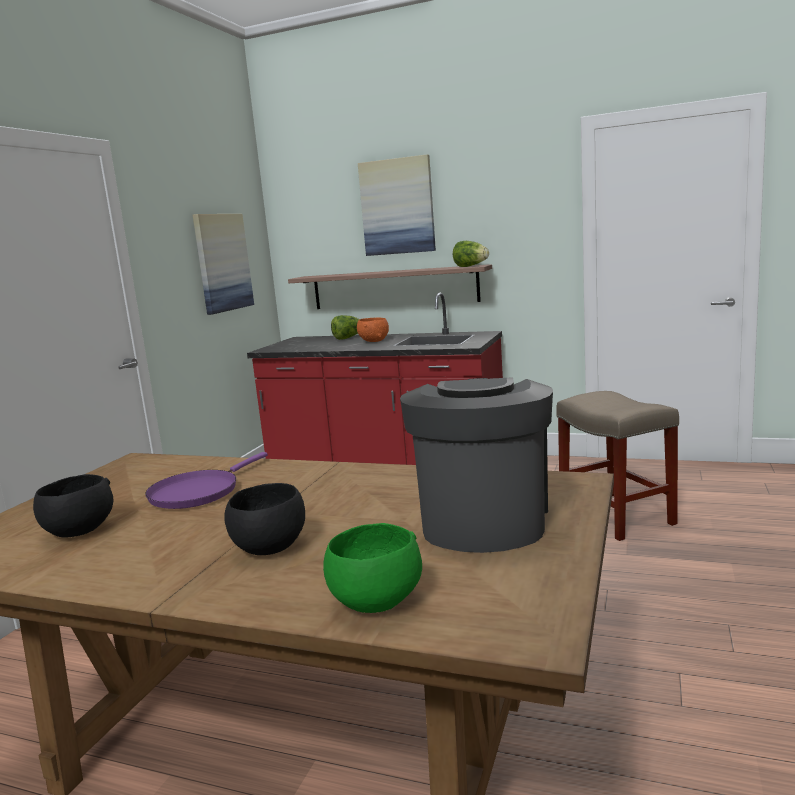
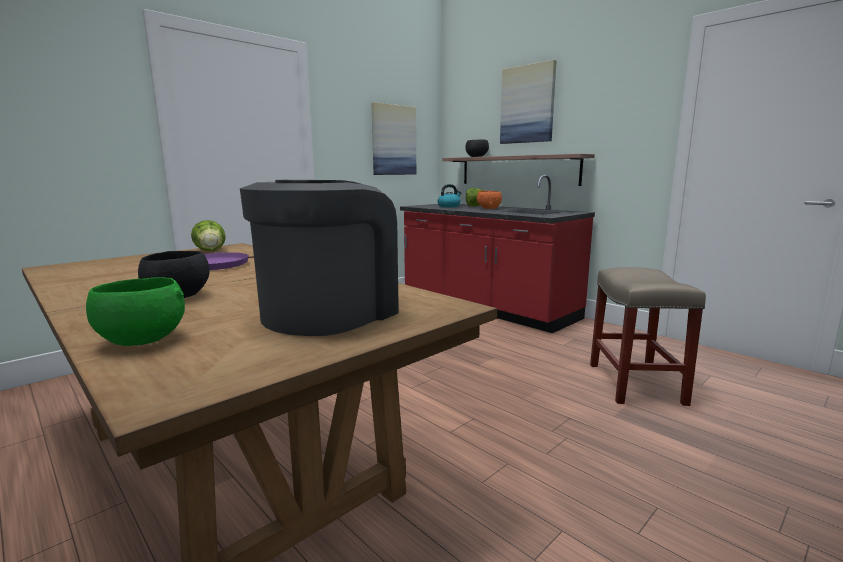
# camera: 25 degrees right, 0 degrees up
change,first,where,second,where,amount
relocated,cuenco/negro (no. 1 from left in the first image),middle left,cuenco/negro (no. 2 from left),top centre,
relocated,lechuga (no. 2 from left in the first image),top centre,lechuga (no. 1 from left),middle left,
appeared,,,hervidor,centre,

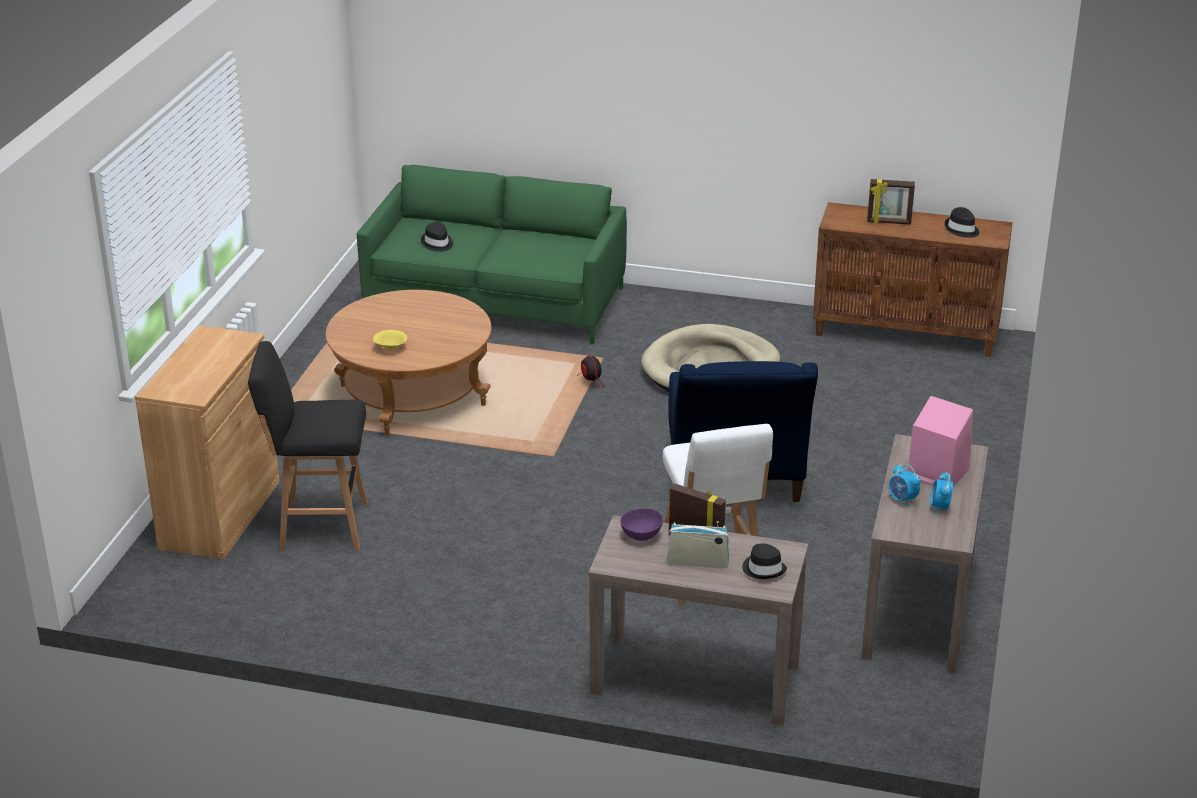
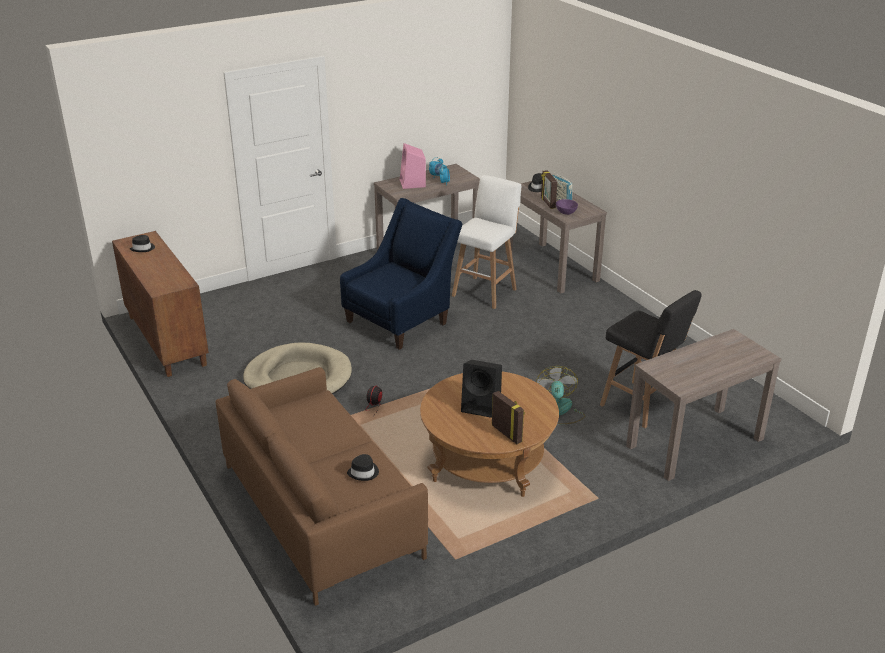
# camera: 135 degrees left, 0 degrees up
change,first,where,second,where,amount
exchanged,armario/marrón (no. 1 from left),middle left,mesa consola/marrón (no. 3 from left),middle right,
colour,sofá/verde,top centre,sofá/marrón,bottom centre,
missing,cuenco/amarillo,middle left,,,
relocated,portarretratos (no. 2 from left in the first image),top right,portarretratos (no. 1 from left),centre,
appeared,,,altavoz/negro,centre,
appeared,,,ventilador (no. 2 from left),centre,

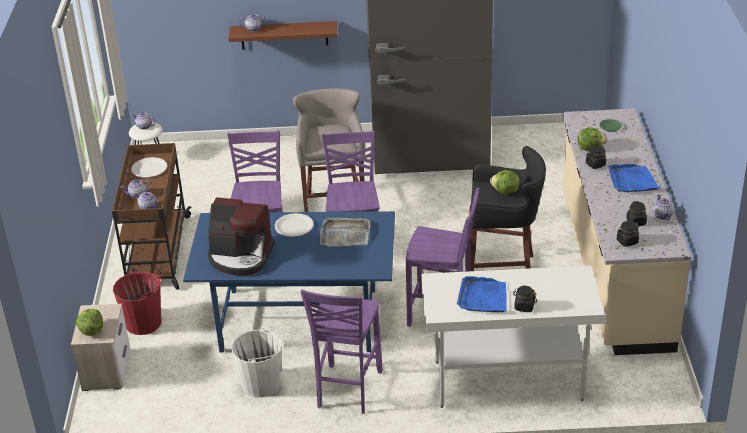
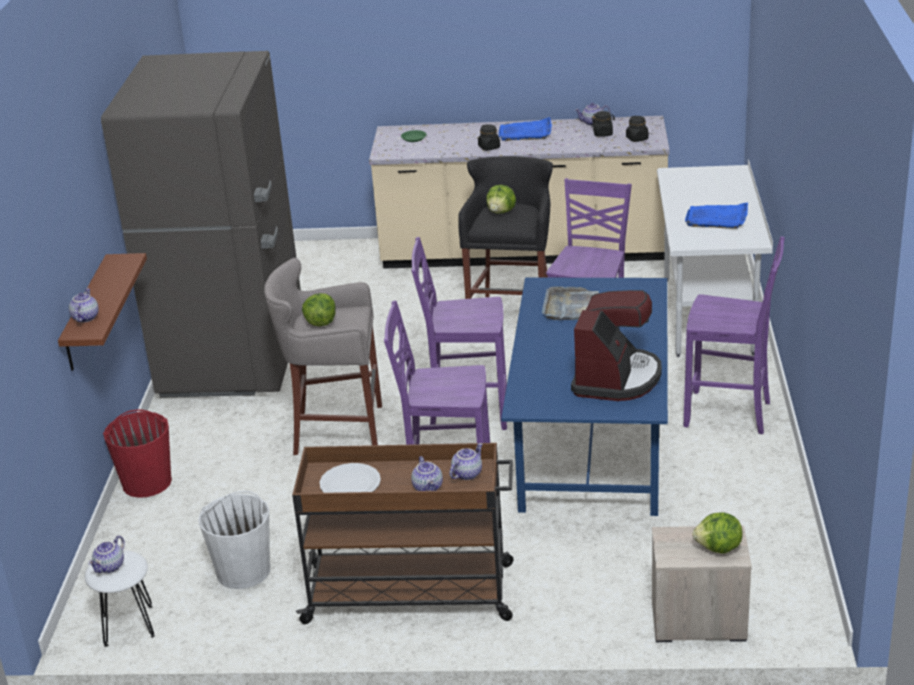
# camera: 85 degrees left, 5 degrees down
change,first,where,second,where,amount
relocated,cubo/rojo,bottom left,,middle left,
relocated,cubo/blanco,bottom centre,,bottom left,
missing,plato/blanco (no. 2 from left),centre,,,
missing,tarro/negro (no. 1 from left),bottom right,,,
relocated,lechuga (no. 3 from left in the first image),top right,lechuga (no. 1 from left),centre,

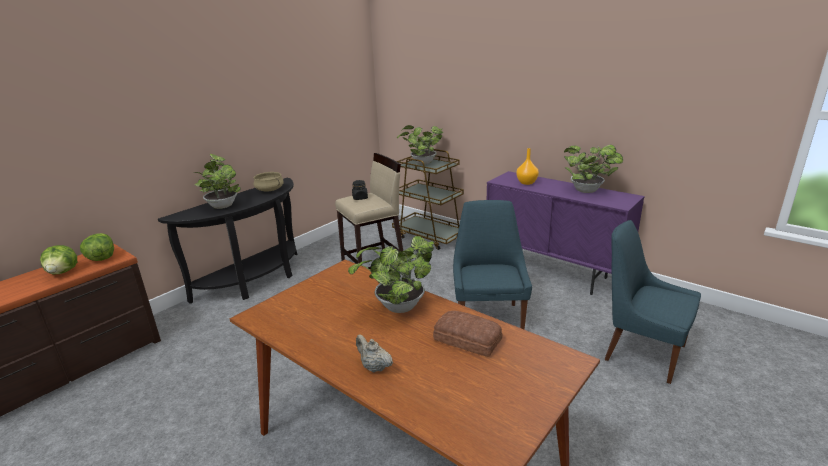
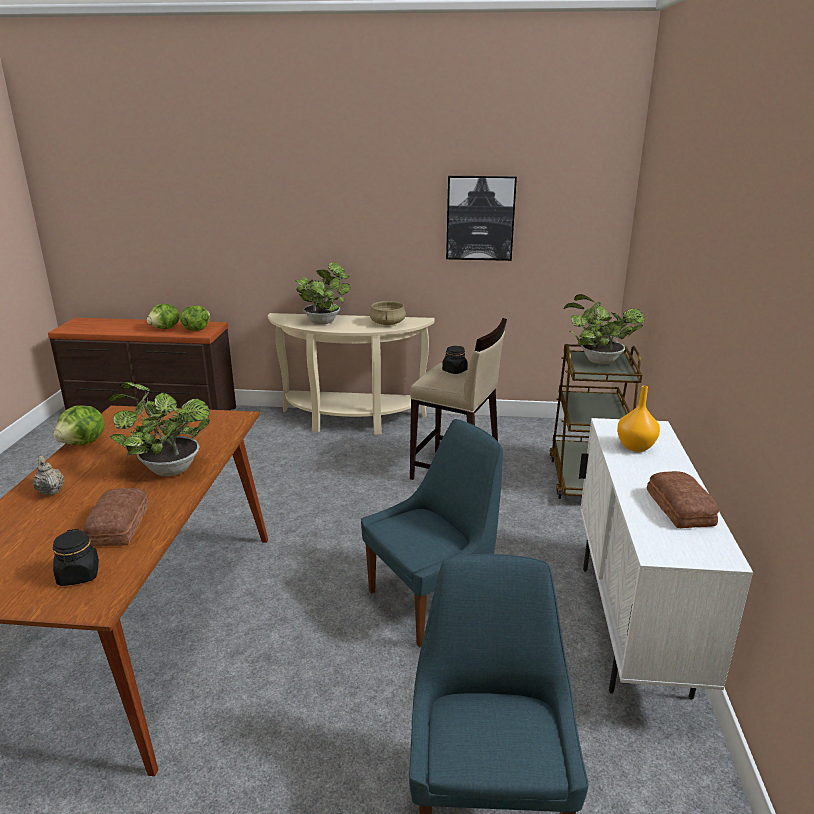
# camera: 55 degrees right, 0 degrees up
change,first,where,second,where,amount
colour,mesa consola/negro,middle left,mesa consola/beis,centre,
spun,tetera/beis,bottom centre,,middle left,45 degrees counterclockwise
colour,armario/morado,middle right,armario/blanco,bottom right,
exchanged,planta en maceta (no. 4 from left),middle right,pan (no. 2 from left),middle right,
appeared,,,lechuga (no. 1 from left),middle left,
appeared,,,tarro/negro (no. 1 from left),bottom left,
appeared,,,cuadro,top centre,

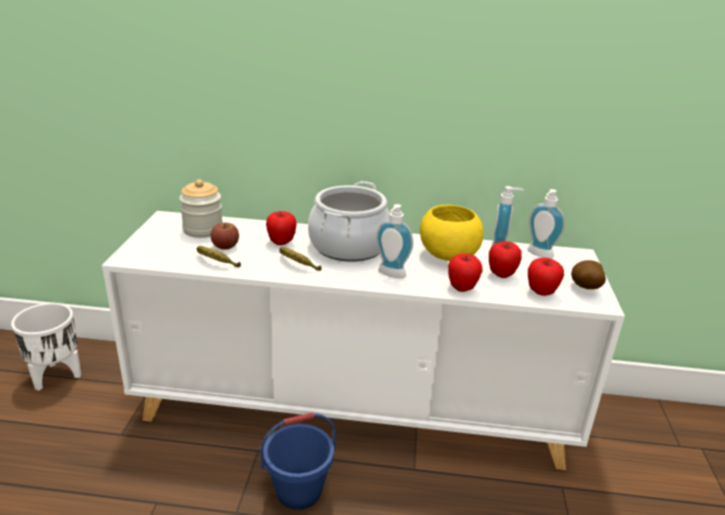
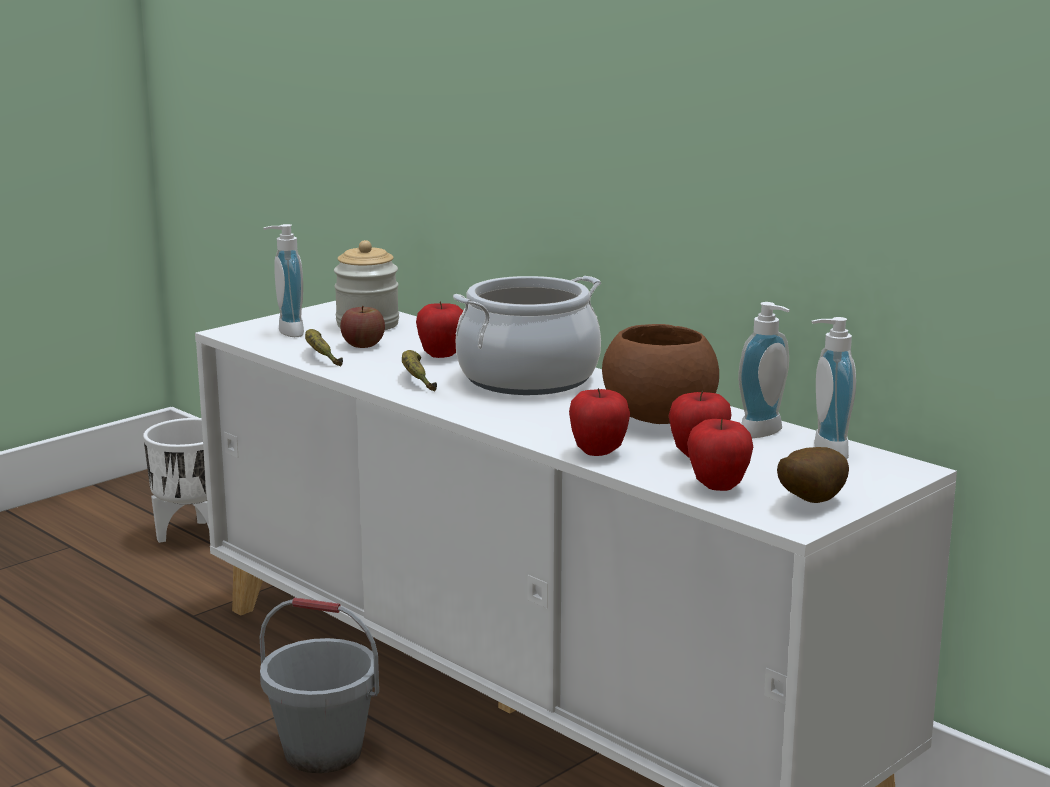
# camera: 40 degrees right, 10 degrees down
change,first,where,second,where,amount
colour,cubo/azul,bottom centre,cubo/gris,bottom left,
relocated,dispensador de jabón (no. 1 from left),centre,,middle left,
colour,cuenco/amarillo,centre,cuenco/marrón,centre,

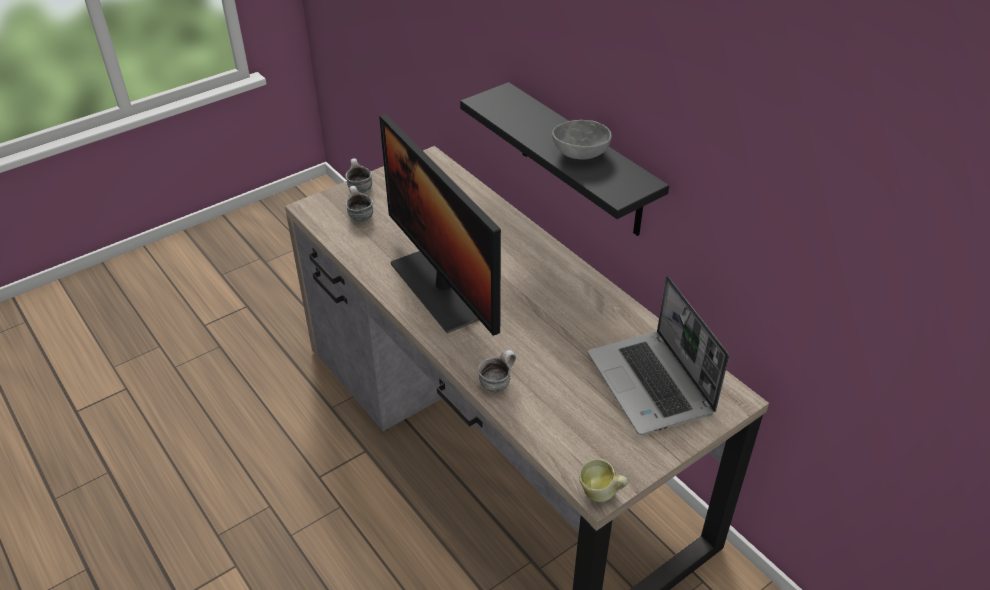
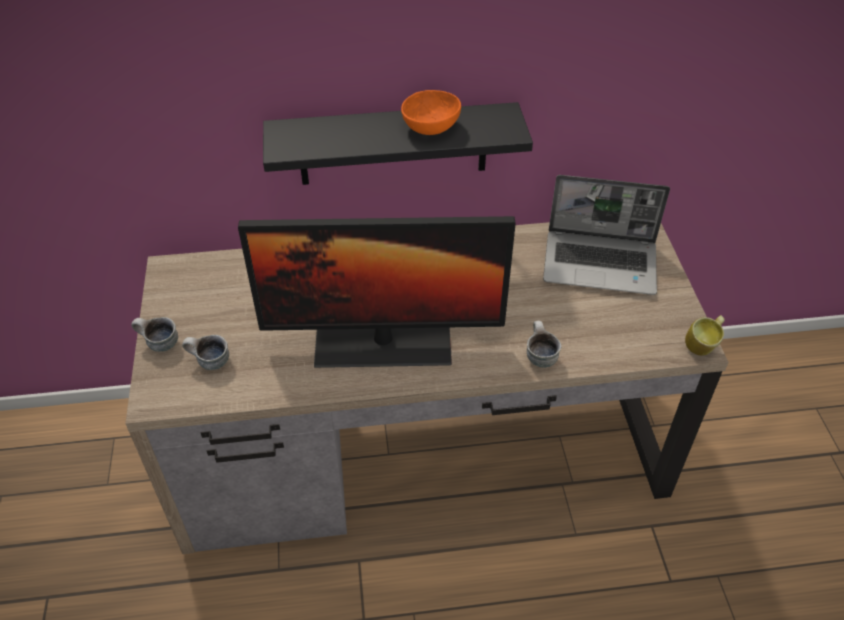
# camera: 60 degrees left, 5 degrees up
change,first,where,second,where,amount
colour,cuenco/gris,top centre,cuenco/naranja,top centre,

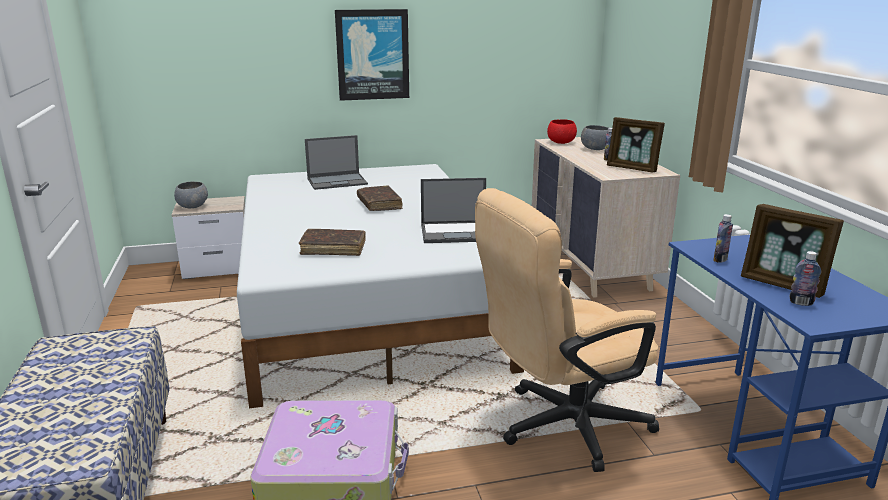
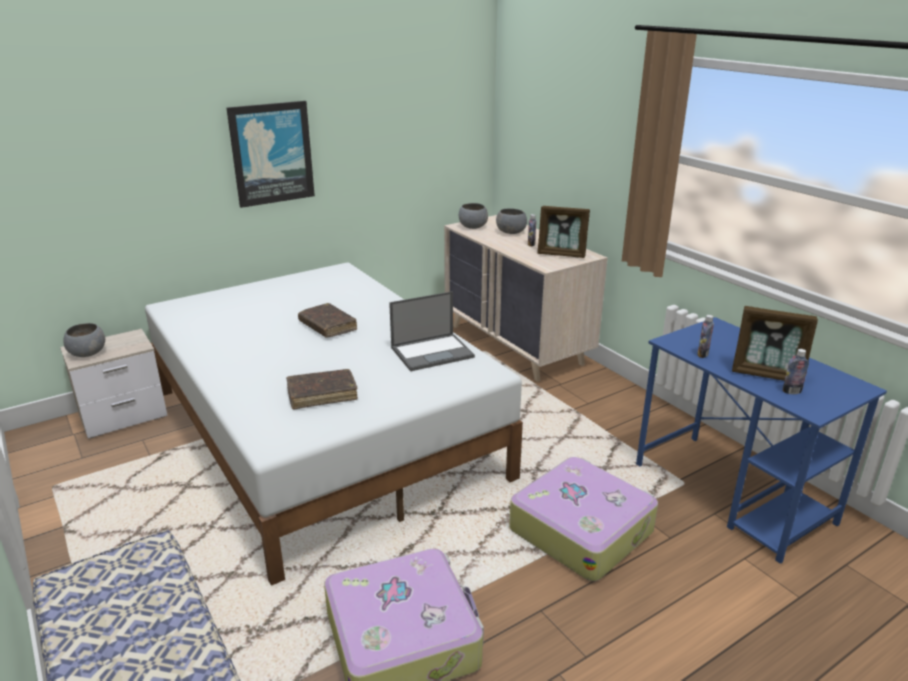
# camera: 20 degrees left, 5 degrees up
change,first,where,second,where,amount
missing,portátil (no. 1 from left),top centre,,,
exchanged,silla de oficina/beis,centre,maleta (no. 2 from left),bottom centre,
colour,cuenco/rojo,top centre,cuenco/gris (no. 2 from left),top centre,

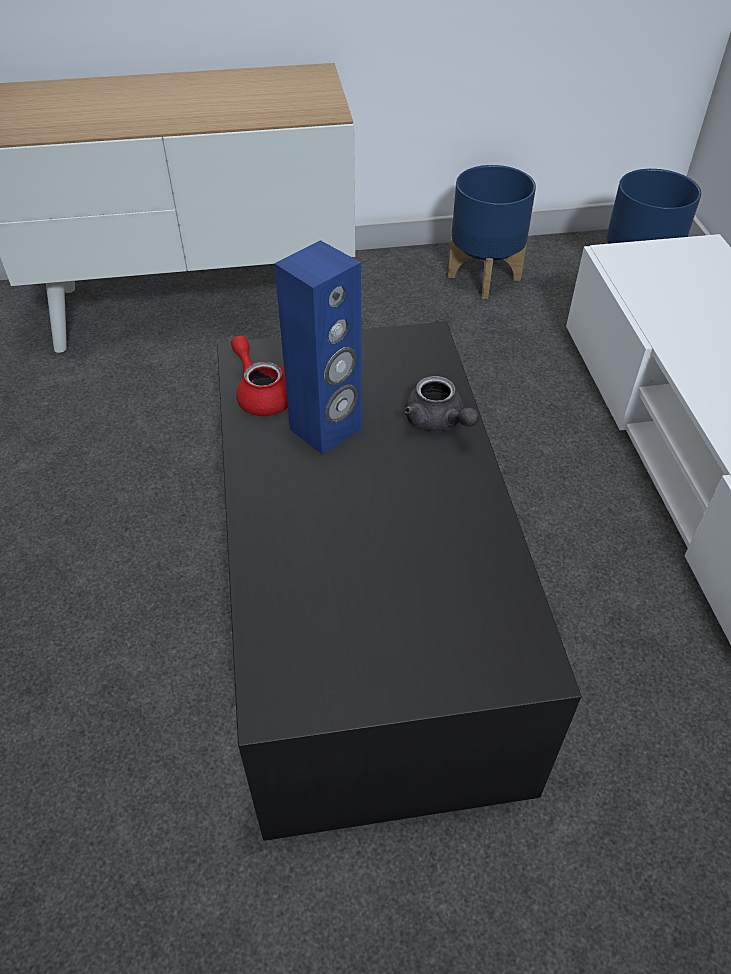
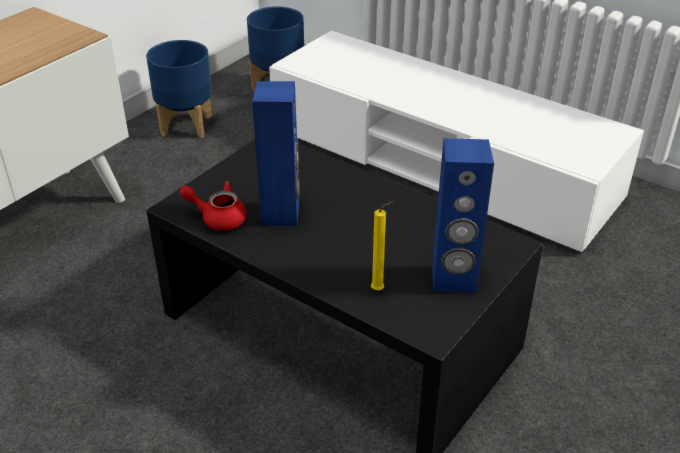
# camera: 45 degrees left, 10 degrees down
change,first,where,second,where,amount
missing,tetera/gris,centre,,,
appeared,,,vela/amarillo,centre,
appeared,,,altavoz/azul (no. 2 from left),middle right,

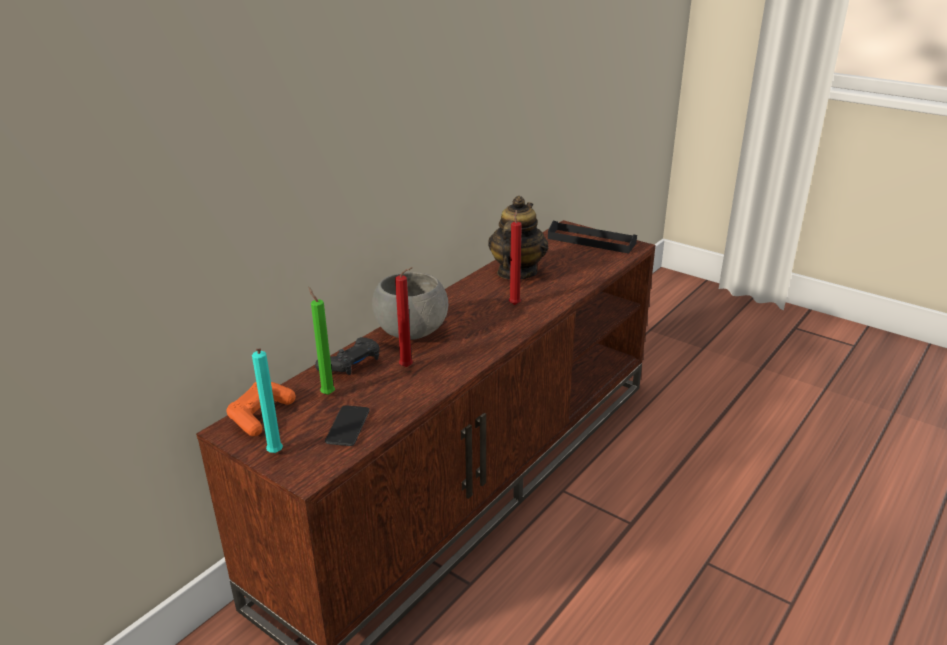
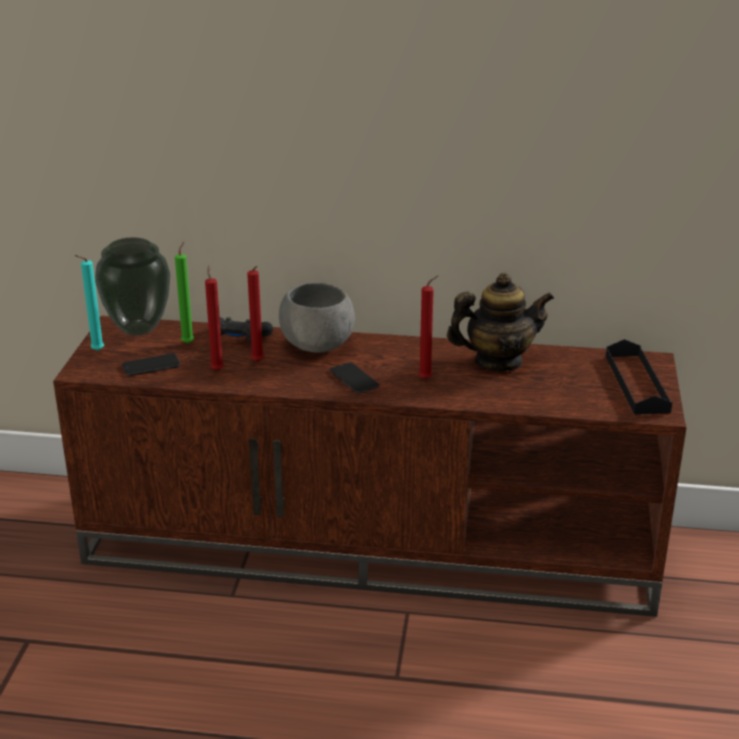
# camera: 60 degrees right, 0 degrees up
change,first,where,second,where,amount
exchanged,mando de consola/naranja,middle left,florero,middle left,
appeared,,,vela/rojo (no. 1 from left),middle left,
appeared,,,móvil (no. 2 from left),centre,

